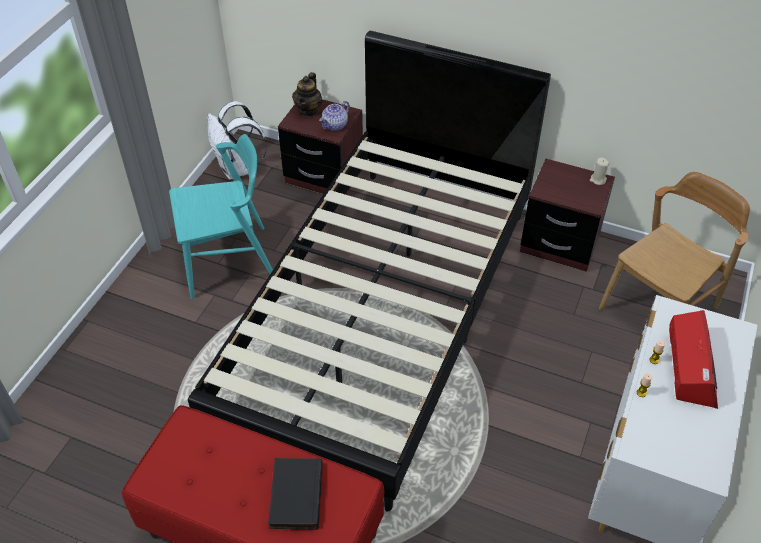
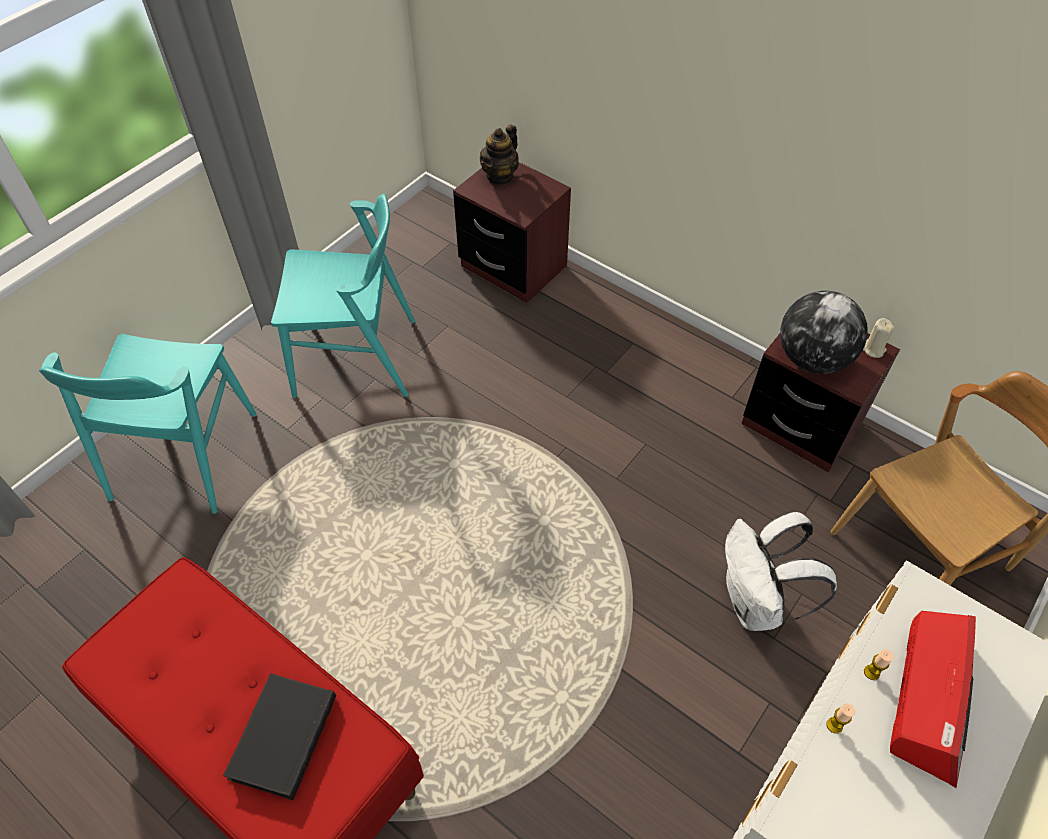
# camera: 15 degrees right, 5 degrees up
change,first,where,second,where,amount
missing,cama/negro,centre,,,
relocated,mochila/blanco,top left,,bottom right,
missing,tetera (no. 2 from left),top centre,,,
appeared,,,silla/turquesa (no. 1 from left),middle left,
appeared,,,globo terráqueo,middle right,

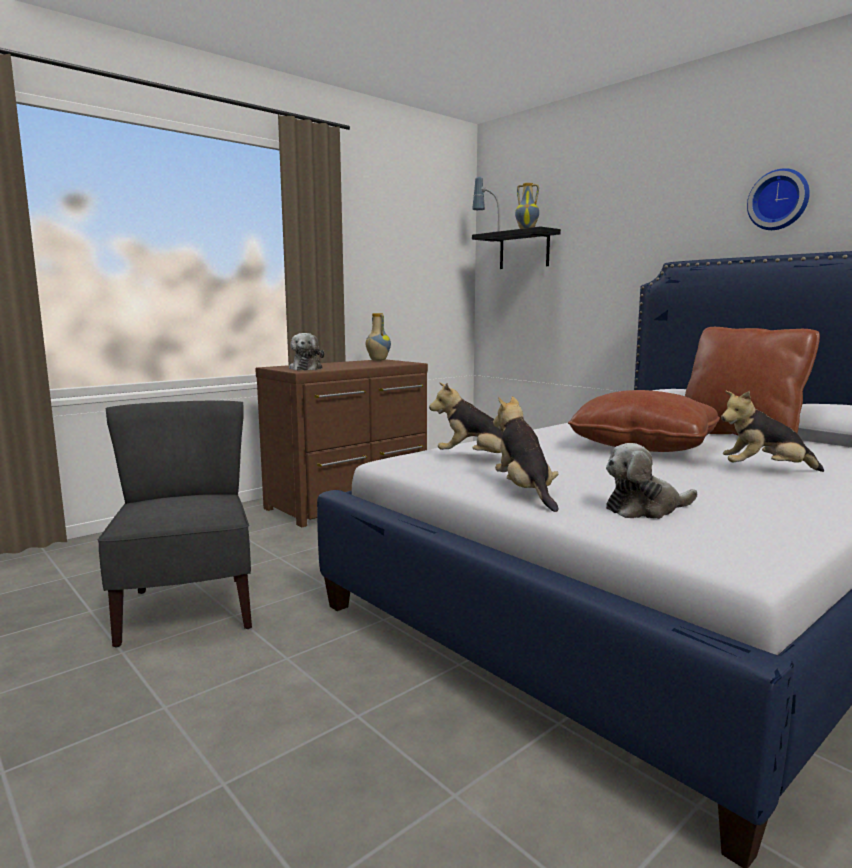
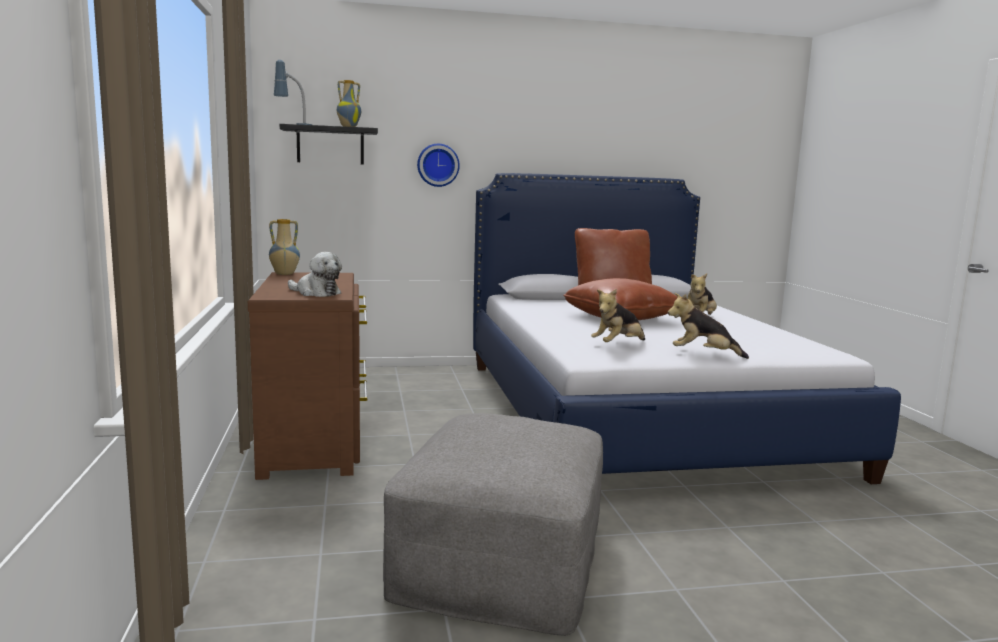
# camera: 60 degrees left, 0 degrees up
change,first,where,second,where,amount
exchanged,silla/gris,middle left,puf/gris,bottom centre,
missing,peluche (no. 4 from left),middle right,,,
relocated,reloj de pared,top right,,top centre,

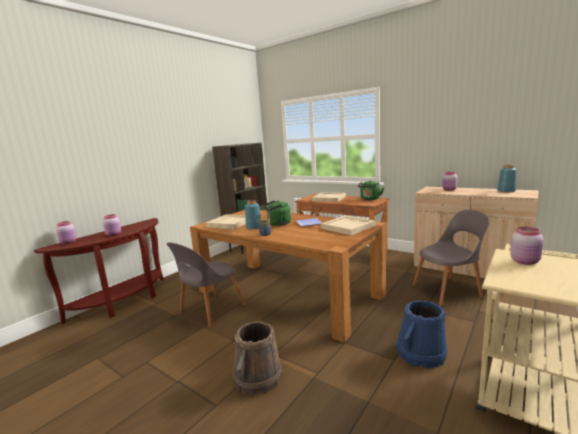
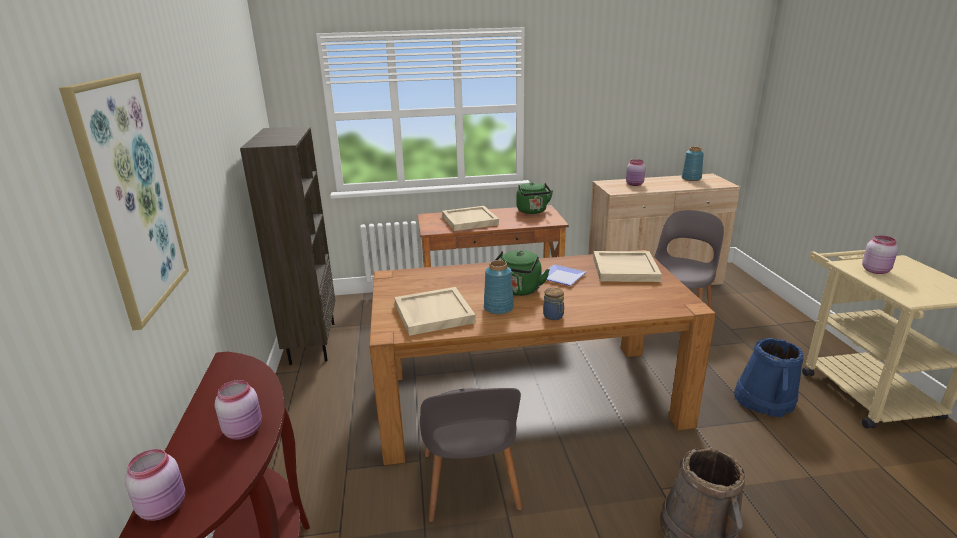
# camera: 45 degrees left, 10 degrees up
change,first,where,second,where,amount
appeared,,,cuadro,middle left,

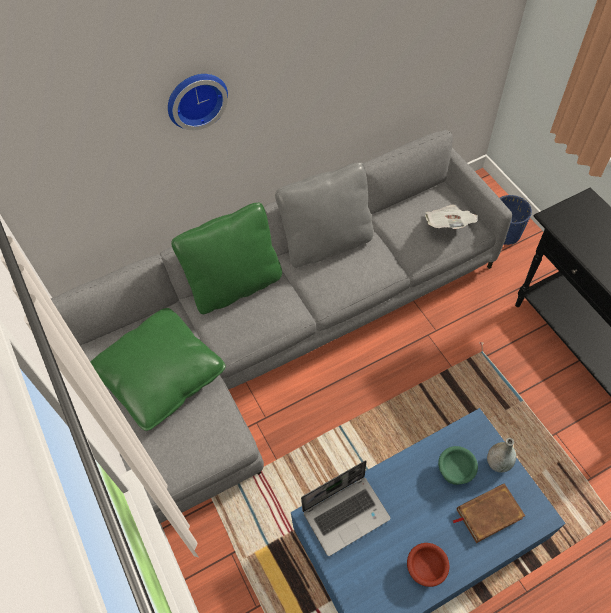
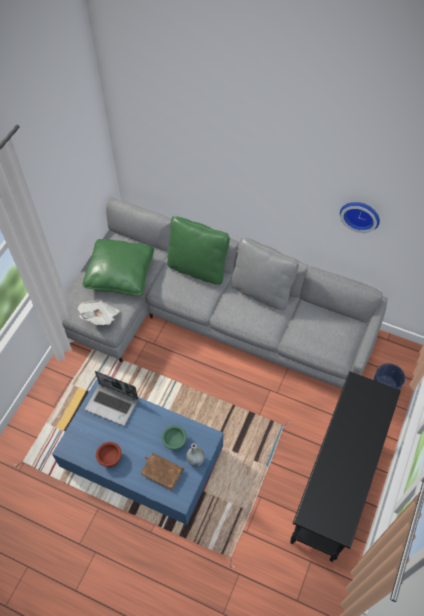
# camera: 50 degrees right, 0 degrees up
change,first,where,second,where,amount
relocated,reloj de pared,top left,,middle right,
relocated,periódico,middle right,,middle left,

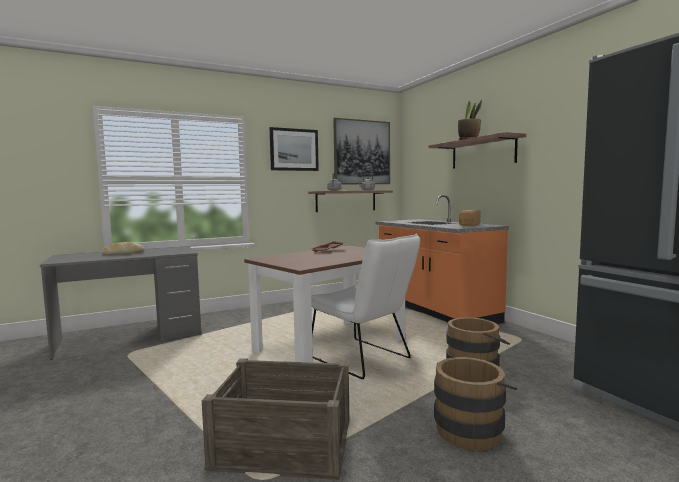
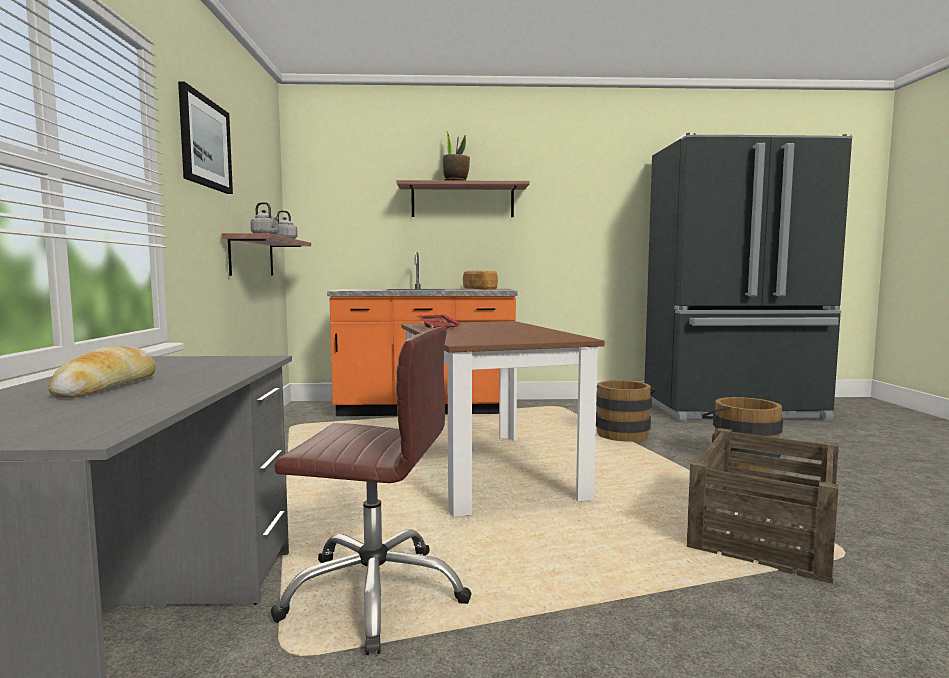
# camera: 65 degrees left, 0 degrees up
change,first,where,second,where,amount
missing,silla/blanco,centre,,,
missing,cuadro (no. 2 from left),top centre,,,
appeared,,,silla de oficina/marrón,bottom centre,

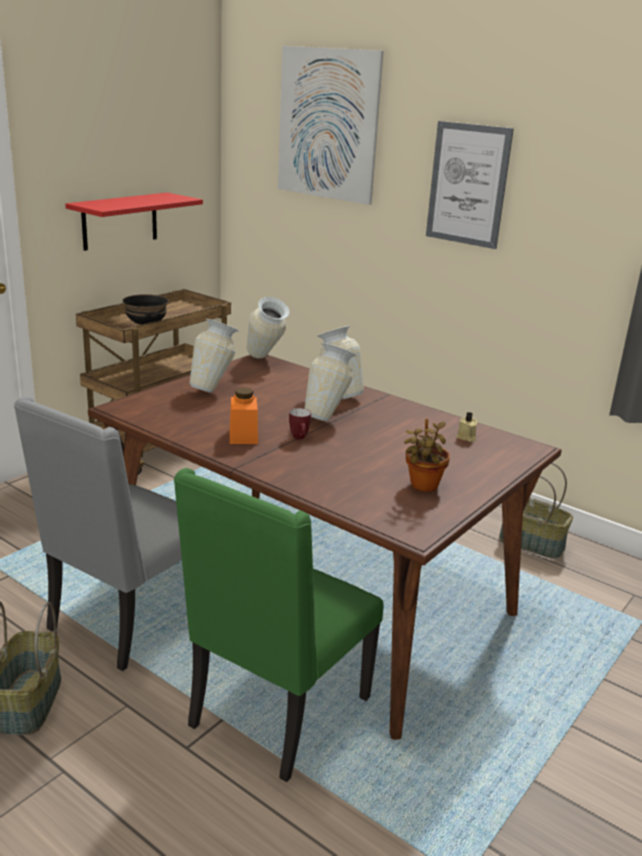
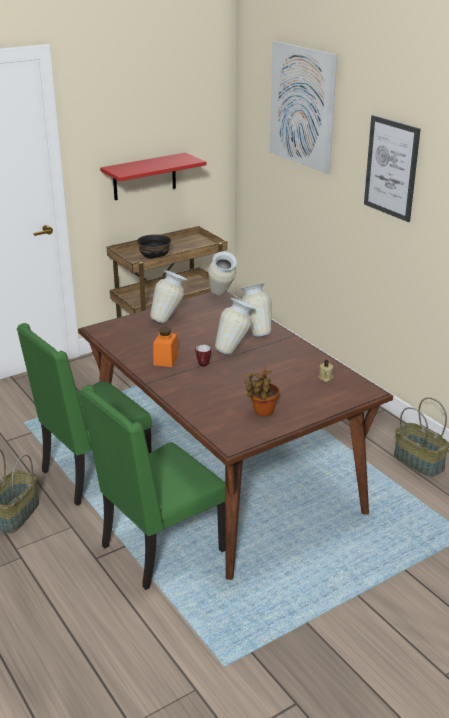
# camera: 20 degrees right, 5 degrees up
change,first,where,second,where,amount
colour,silla/gris,middle left,silla/verde (no. 1 from left),middle left,

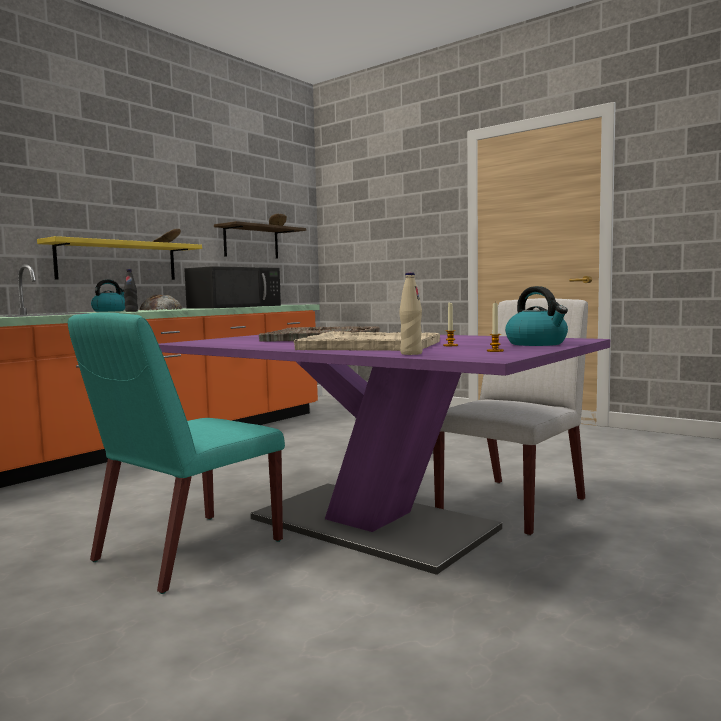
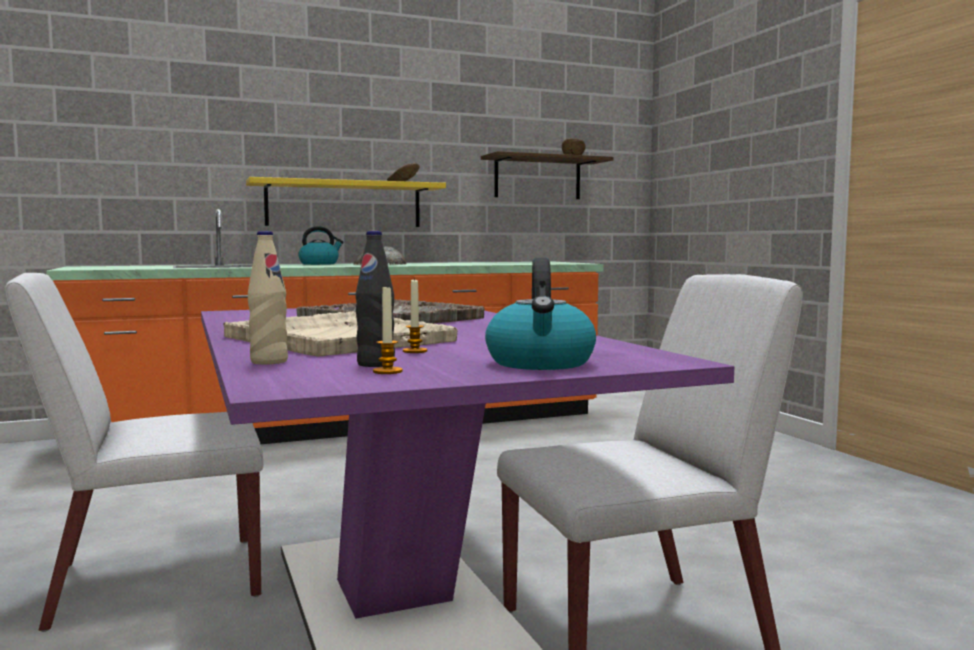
# camera: 30 degrees right, 0 degrees up
change,first,where,second,where,amount
colour,silla/turquesa,middle left,silla/blanco (no. 1 from left),bottom left,
relocated,botella/negro,middle left,,centre,
missing,microondas/negro,middle left,,,

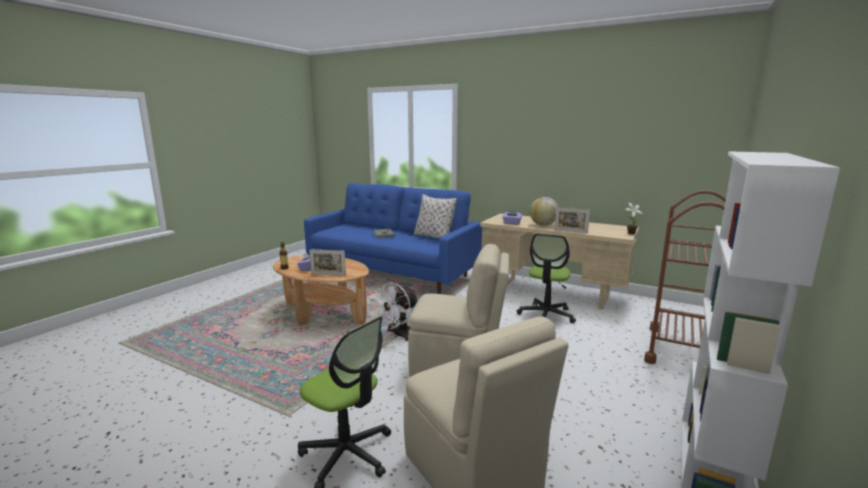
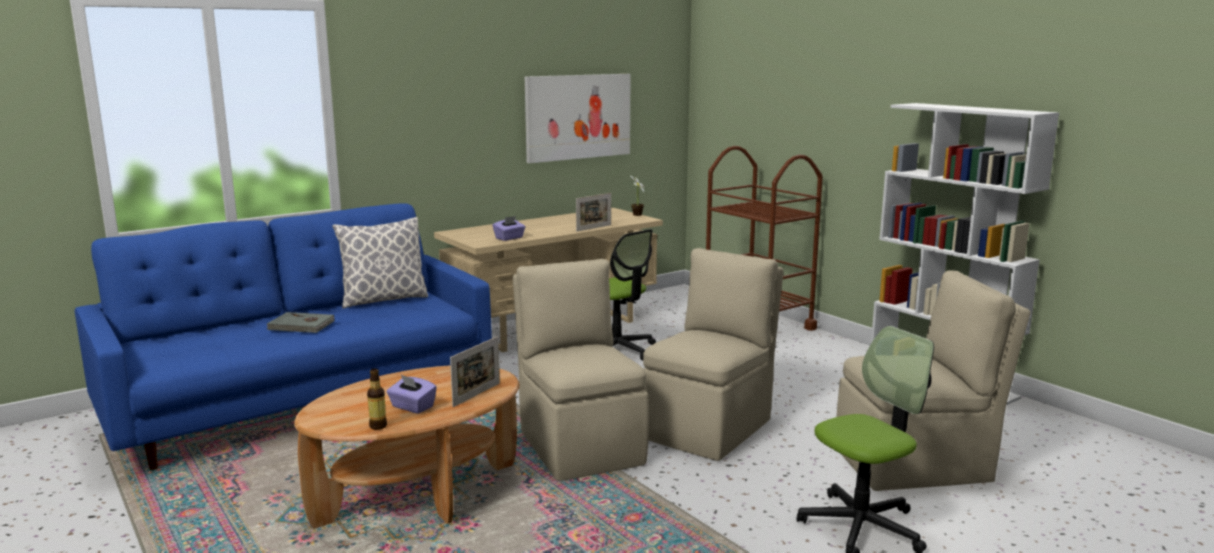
# camera: 65 degrees left, 0 degrees up
change,first,where,second,where,amount
exchanged,ventilador/blanco,centre,silla/beis (no. 1 from left),bottom centre,
missing,globo terráqueo,centre,,,
appeared,,,cuadro,top centre,

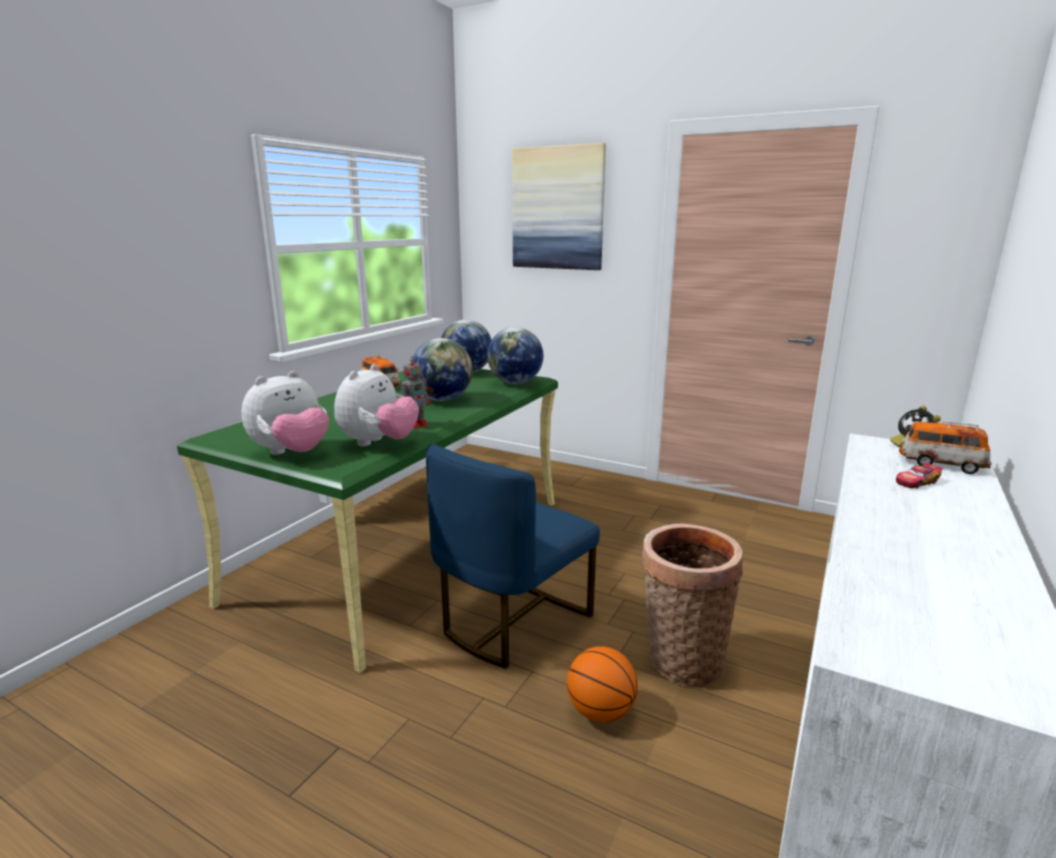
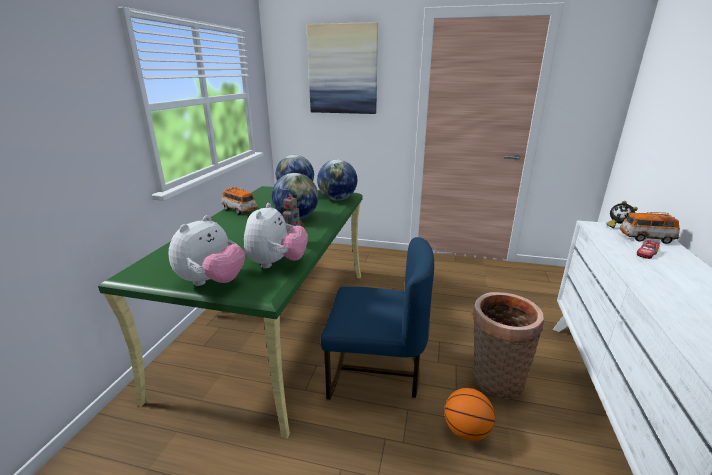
# camera: 15 degrees left, 5 degrees up
change,first,where,second,where,amount
spun,silla/azul,centre,,bottom centre,105 degrees counterclockwise

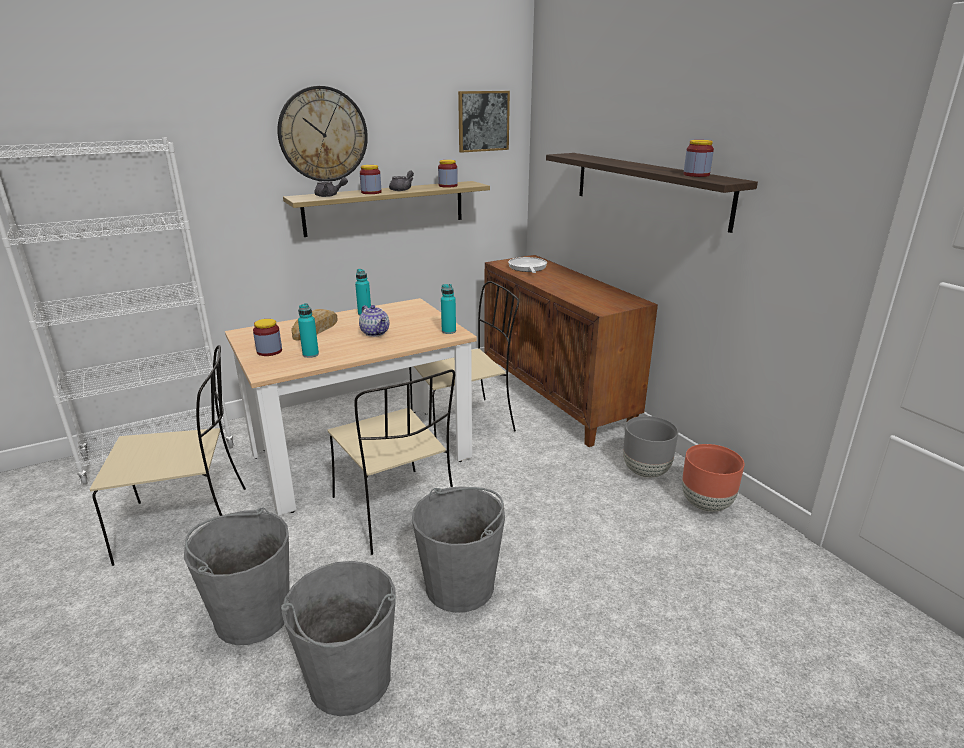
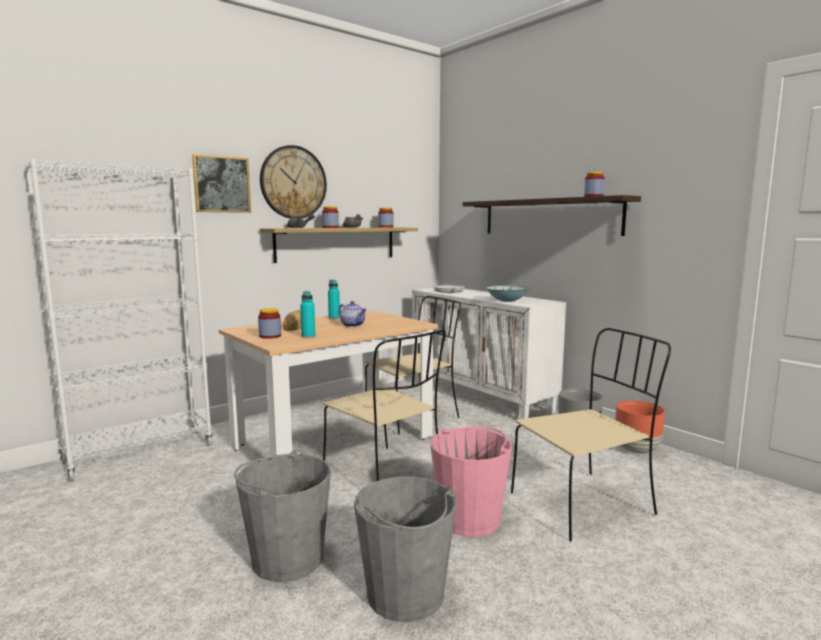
# camera: 10 degrees left, 15 degrees down
change,first,where,second,where,amount
relocated,silla/beis (no. 1 from left in the first image),middle left,silla/beis (no. 3 from left),bottom right,
colour,cubo/gris (no. 3 from left),bottom centre,cubo/rosa,bottom centre,
missing,botella/turquesa (no. 3 from left),centre,,,
relocated,cuadro,top centre,,top left,
colour,armario/marrón,centre,armario/blanco,centre,
appeared,,,cuenco,centre,

